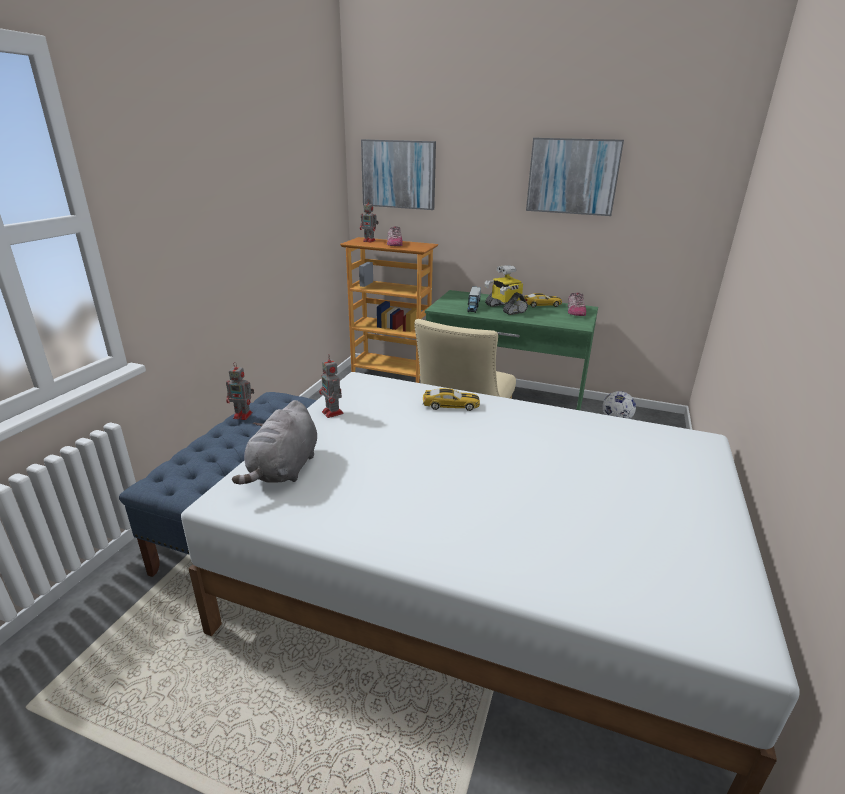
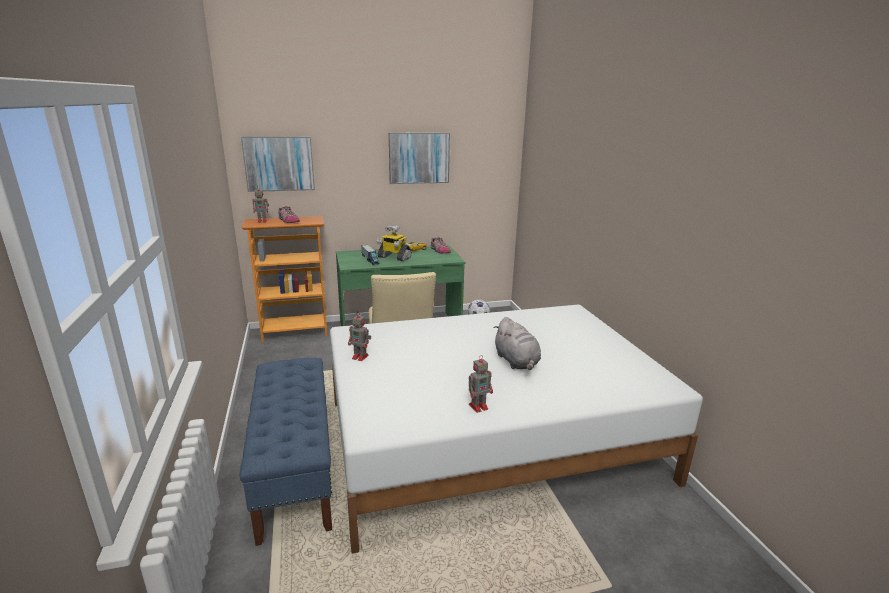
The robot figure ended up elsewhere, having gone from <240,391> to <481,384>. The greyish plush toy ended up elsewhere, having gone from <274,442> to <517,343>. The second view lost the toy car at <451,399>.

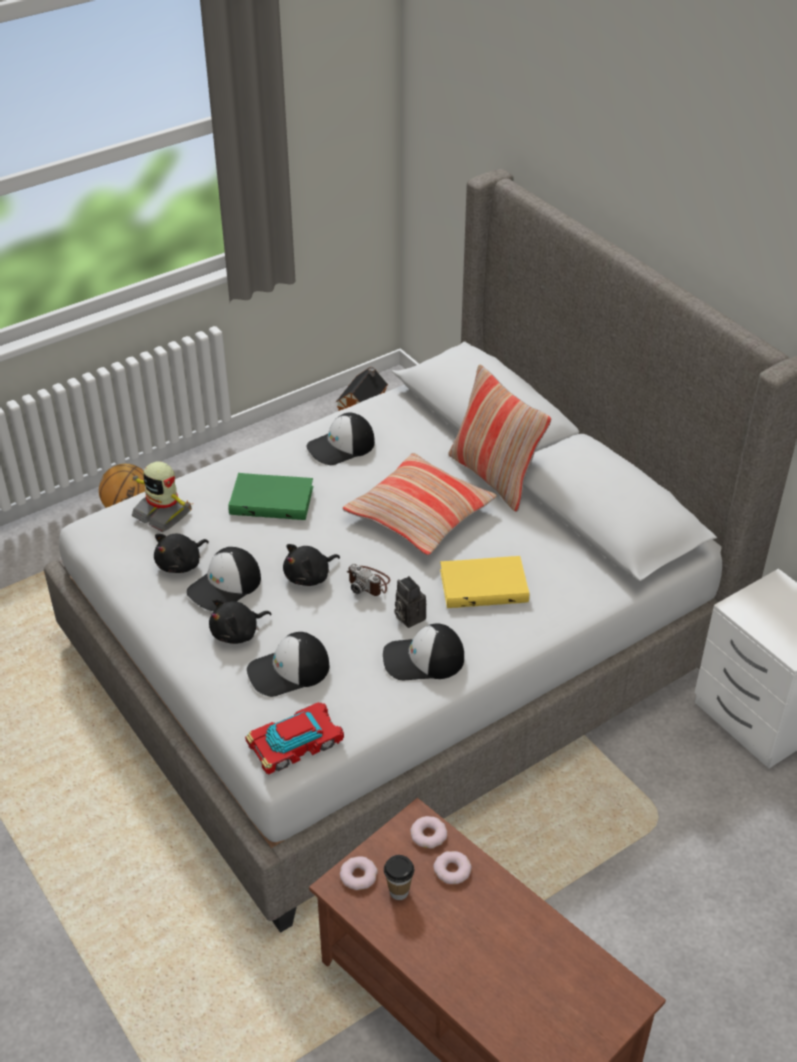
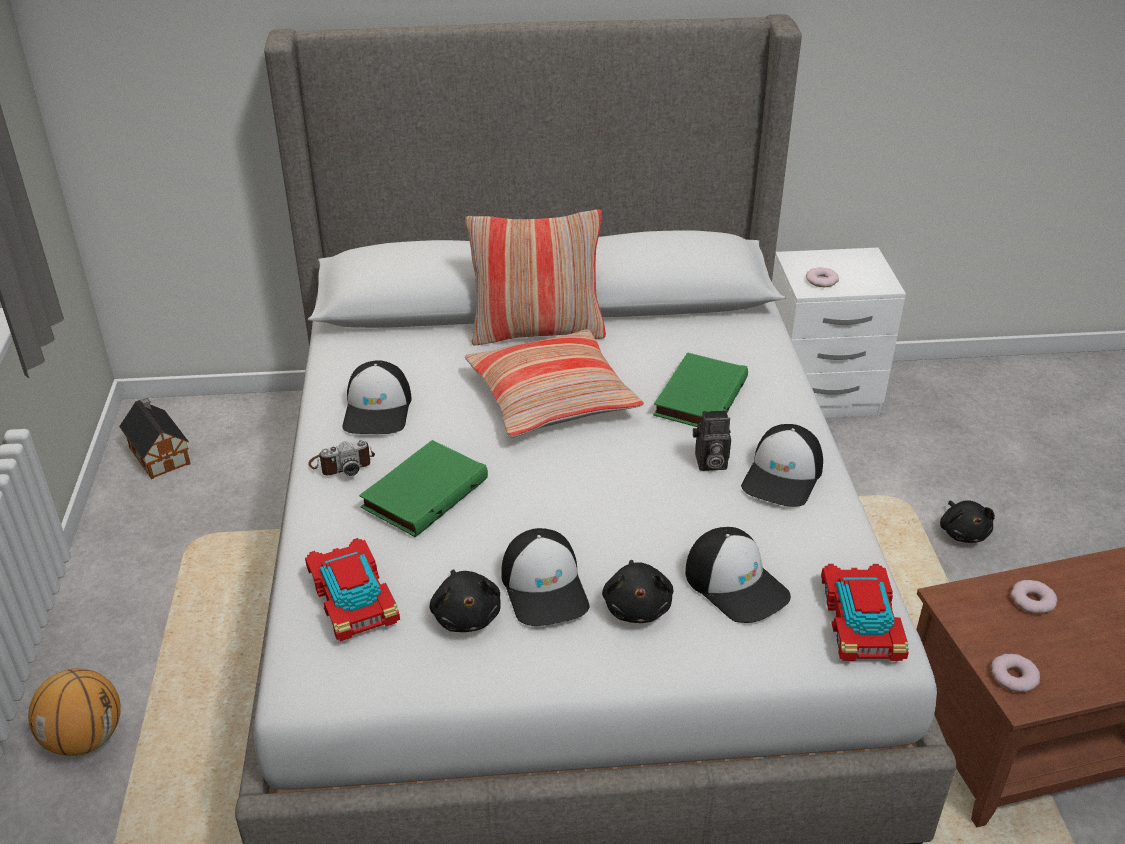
Where the robot figure stood at <162,496>, the toy car came to stand at <352,589>. The photo camera ended up elsewhere, having gone from <368,580> to <341,458>. What was the yellow bound book at <484,582> turned into the greenish bound book at <700,389>. The peaked cap at <288,664> ended up facing another way, 45 degrees counterclockwise from before. The ring doughnut ended up elsewhere, having gone from <428,832> to <822,277>. The black-coloured plush toy ended up elsewhere, having gone from <311,565> to <967,521>. The second view lost the drinking cup at <399,877>.

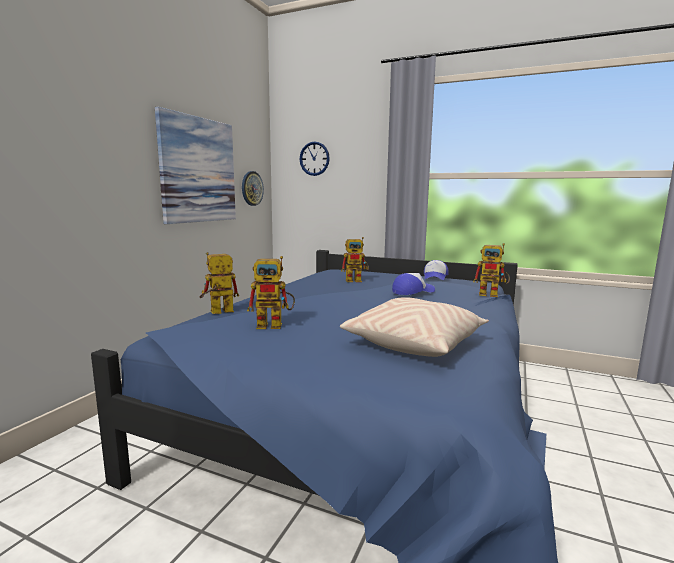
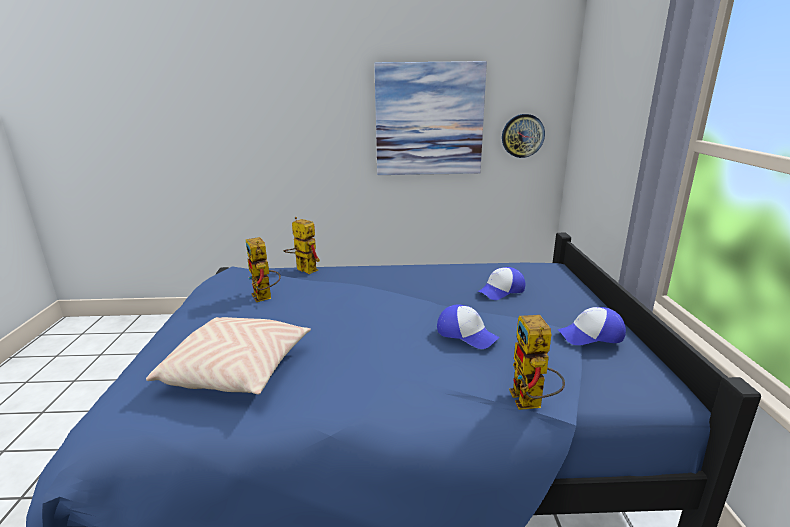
Where the robot figure stood at <355,259>, the peaked cap came to stand at <501,283>. The second view lost the hanging clock at <315,158>.

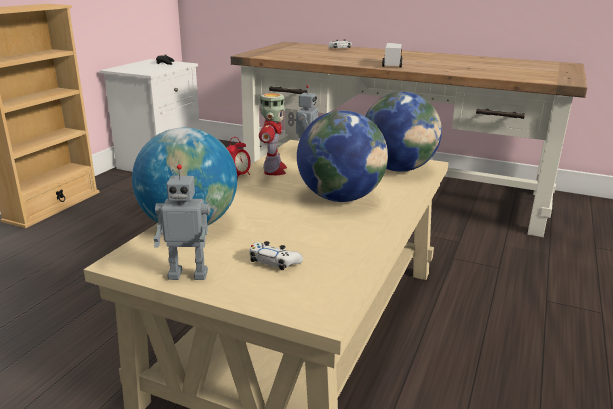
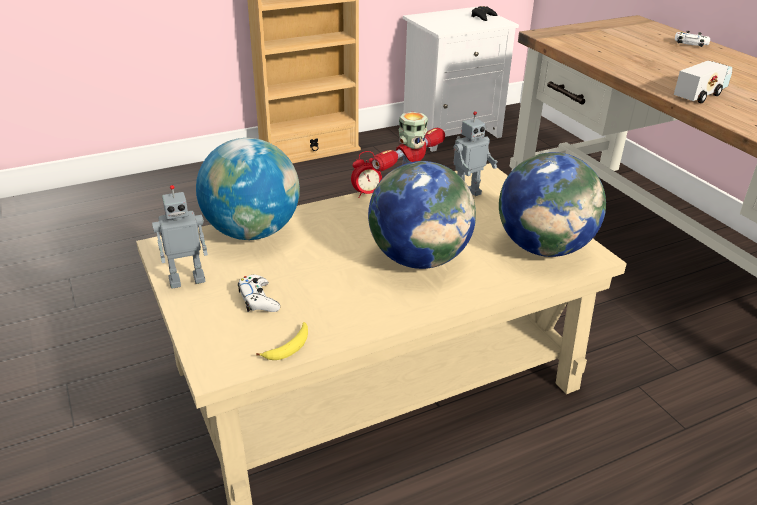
The robot figure at <181,222> ended up facing another way, 60 degrees counterclockwise from before. The second view gained the banana fruit at <282,341>.

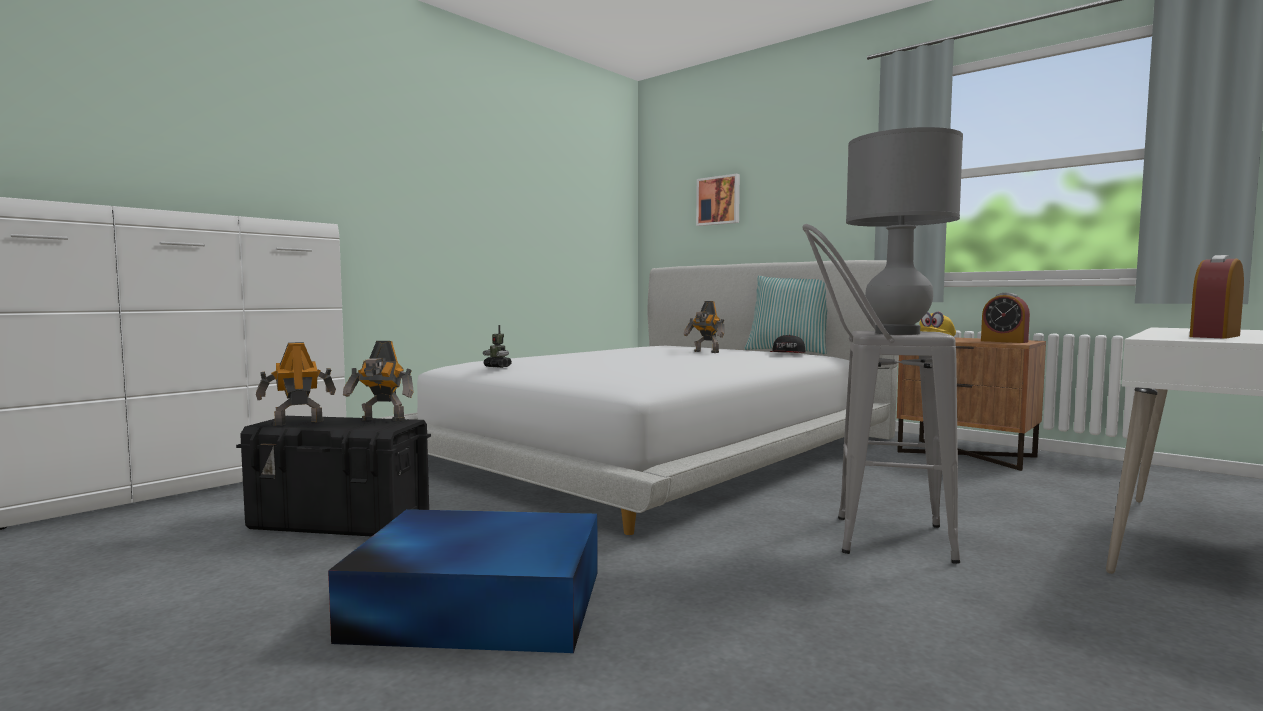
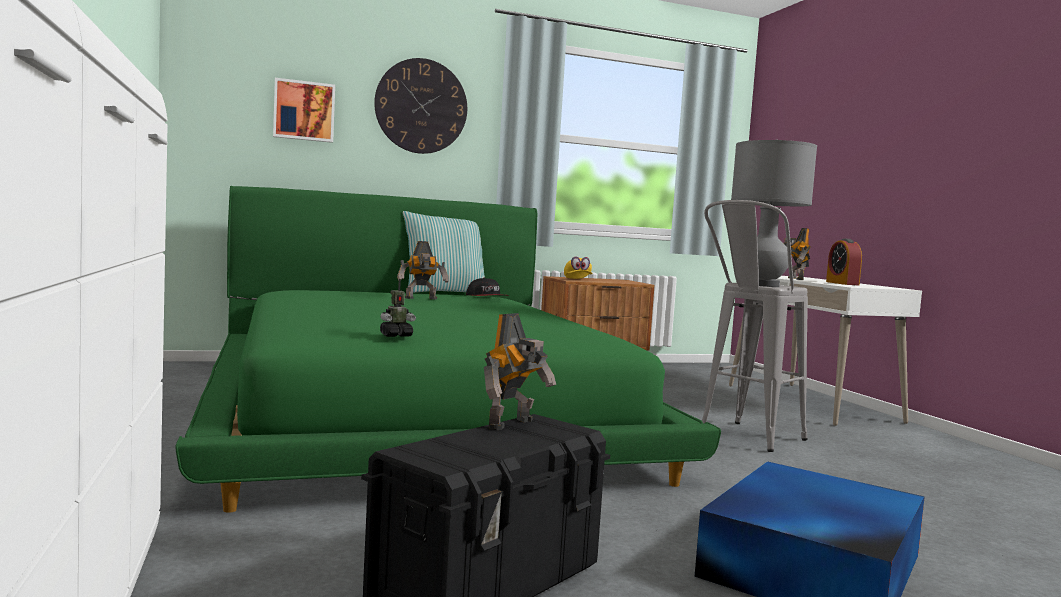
What was the white-coloured bedroom bed at <639,397> turned into the greenish bedroom bed at <448,349>. The second view gained the hanging clock at <420,106>. The robot figure ended up elsewhere, having gone from <296,384> to <797,254>. The second view lost the bedside clock at <1005,318>.

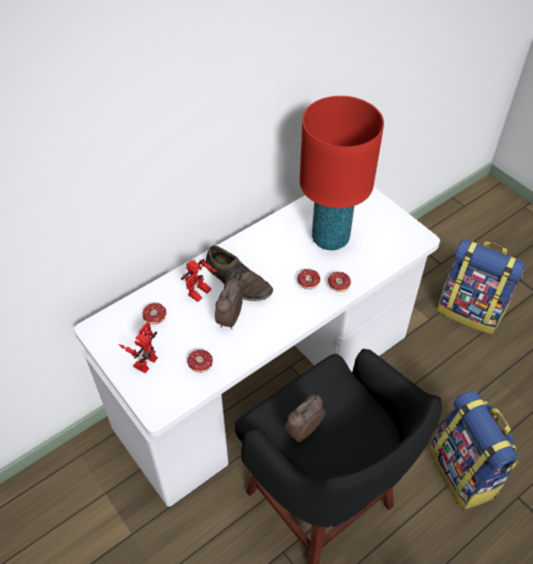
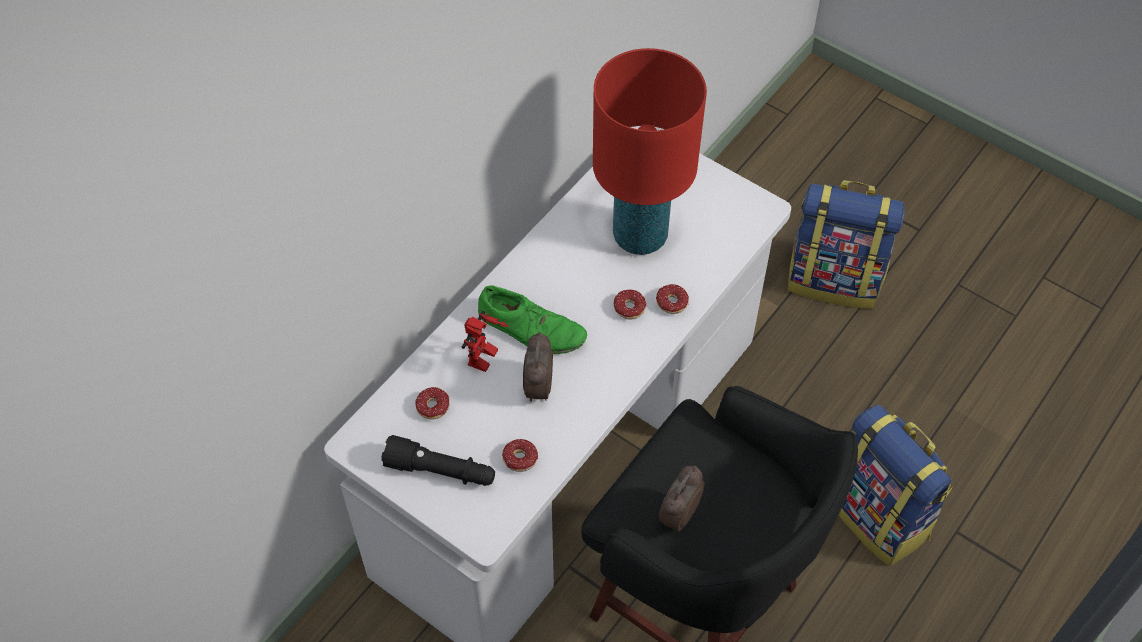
Where the robot figure stood at <138,347>, the black-coloured torch came to stand at <438,460>. What was the brown-coloured low shoe at <239,273> turned into the greenish low shoe at <532,319>.

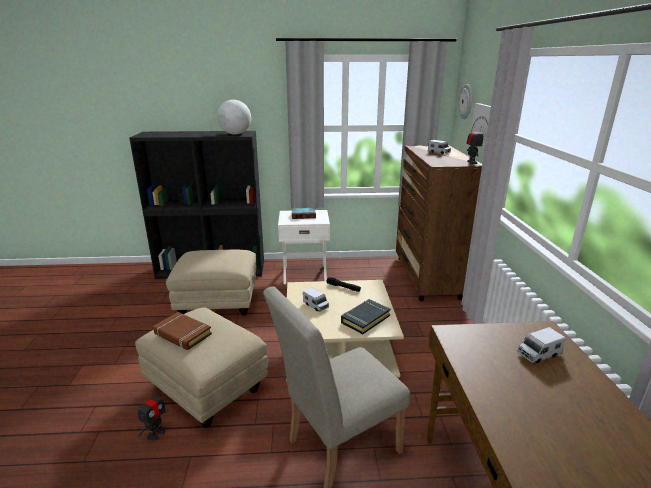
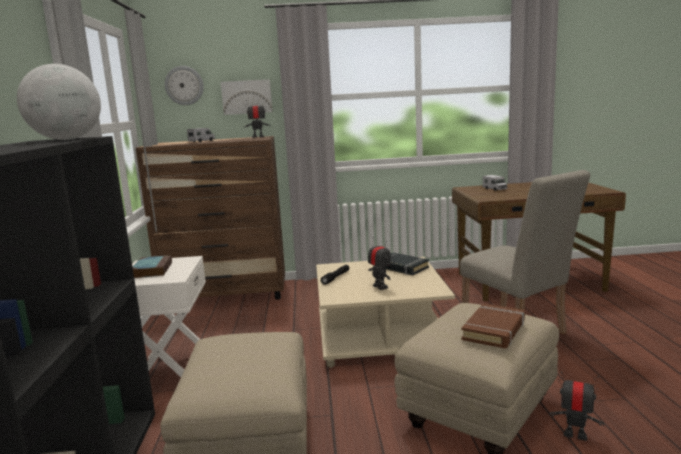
Where the toy lorry stood at <316,299>, the robot figure came to stand at <379,263>.

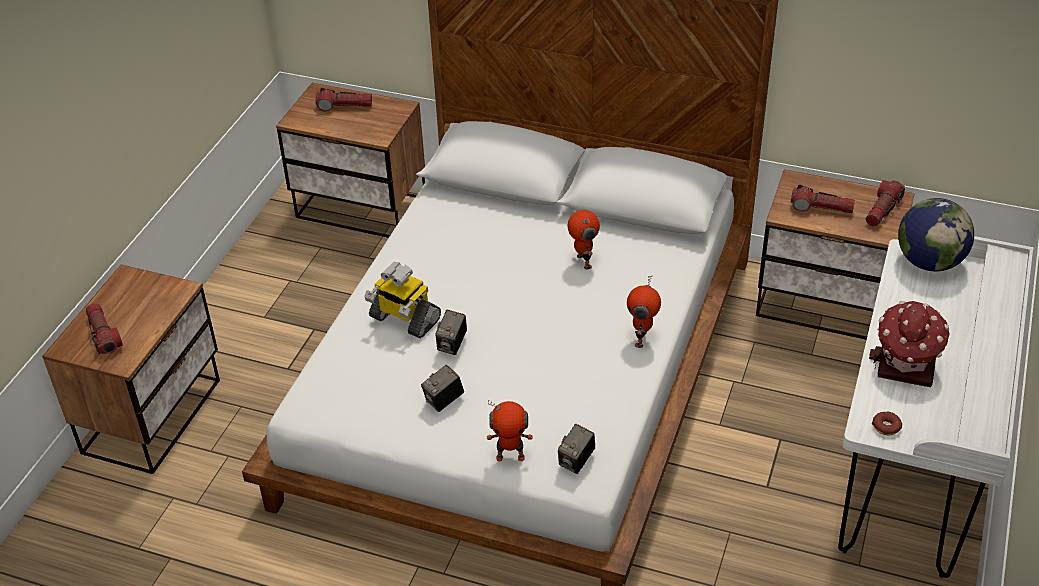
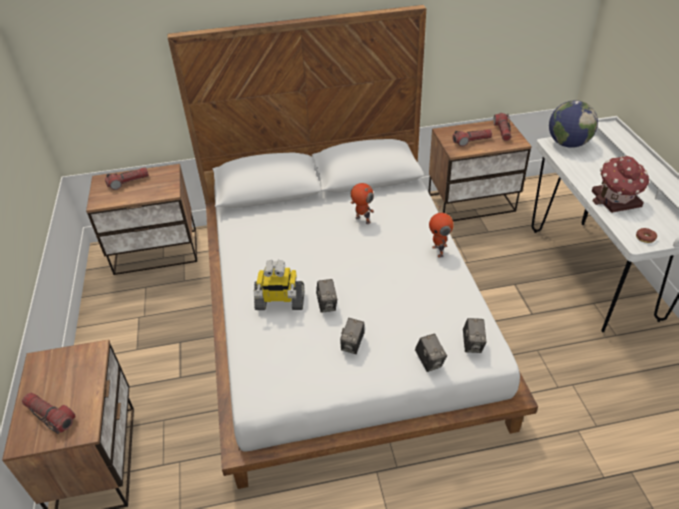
Where the robot figure stood at <510,430>, the photo camera came to stand at <431,353>.

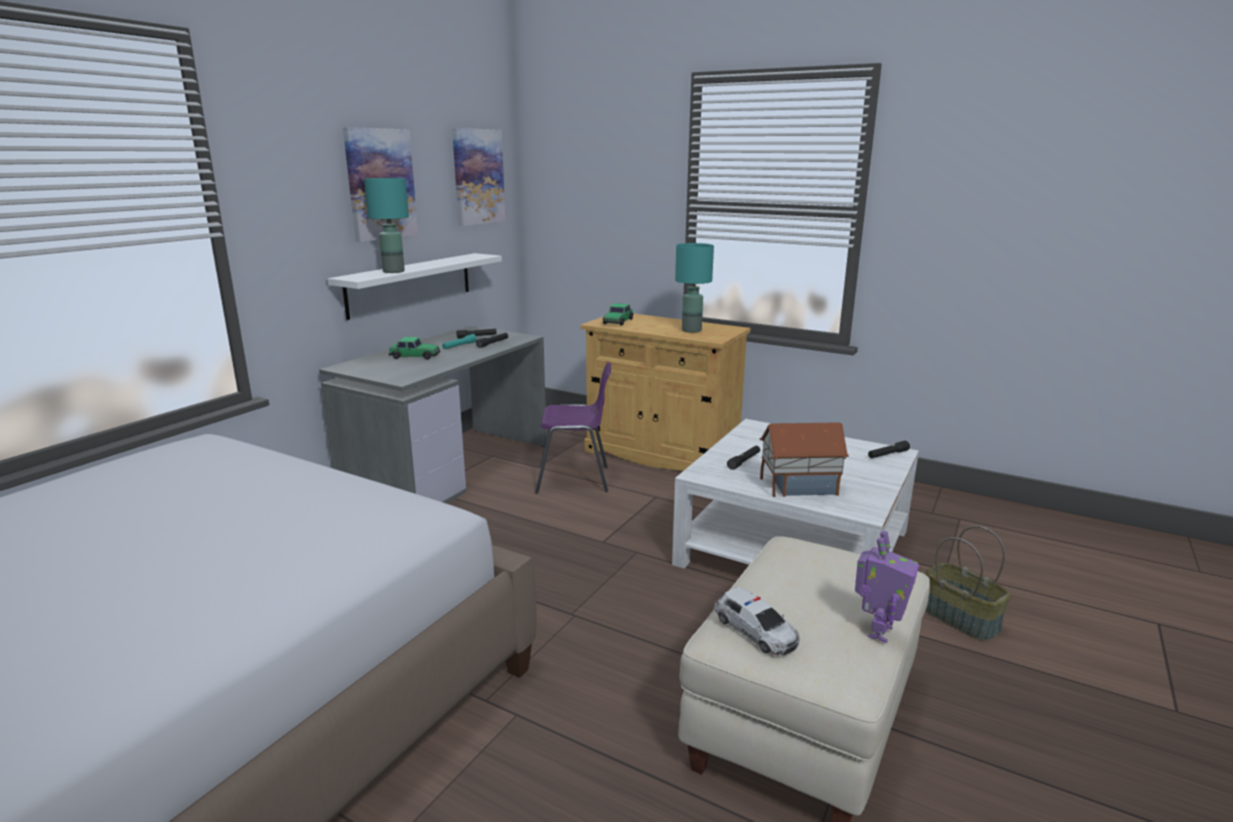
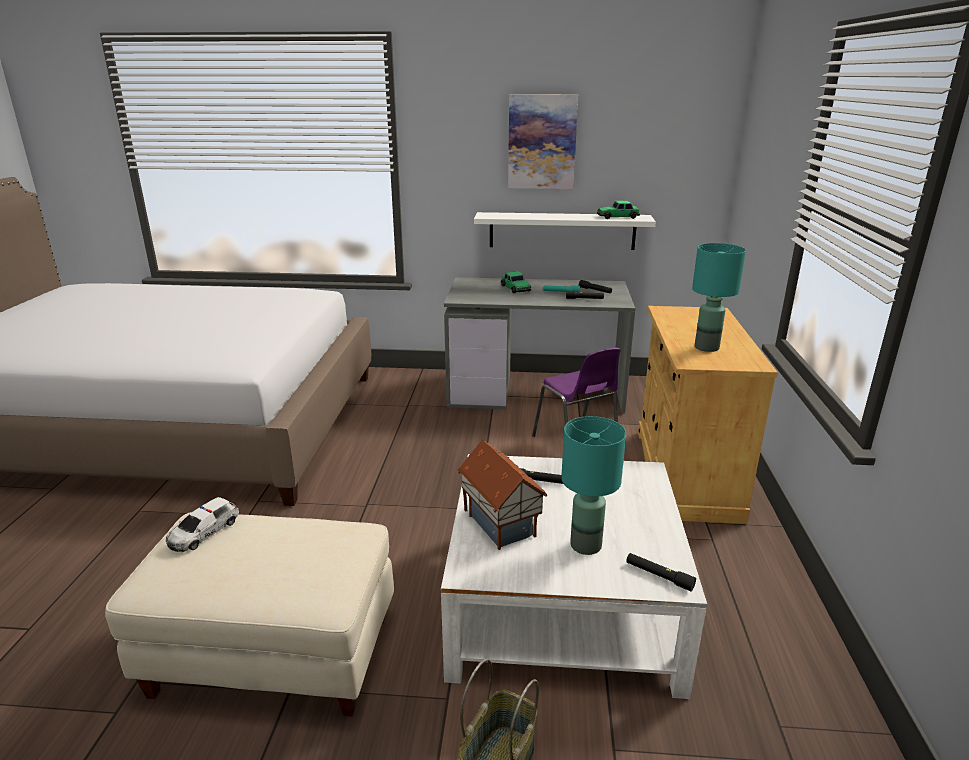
The turquoise-coloured tabletop lamp ended up elsewhere, having gone from <386,225> to <593,485>. The toy car ended up elsewhere, having gone from <617,314> to <618,210>. The second view lost the wall picture at <479,177>. The second view lost the robot figure at <887,587>.

